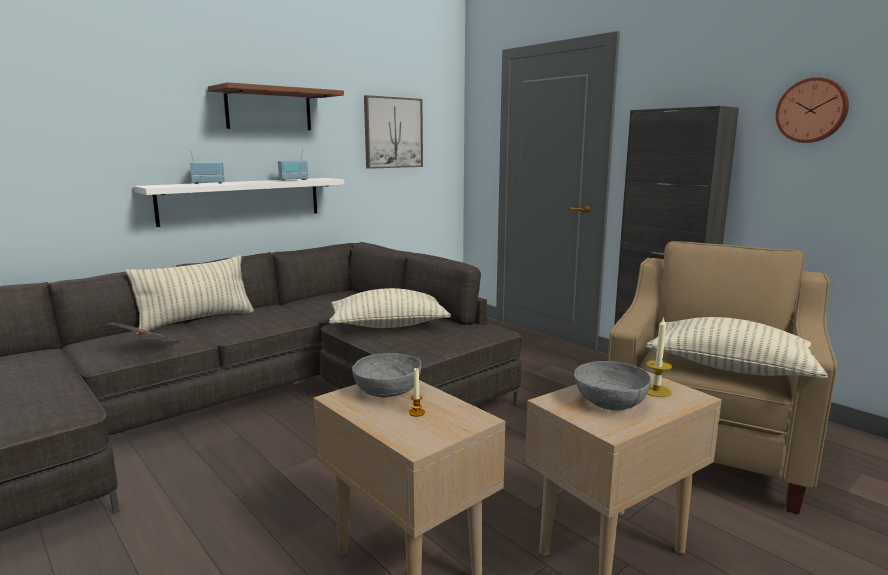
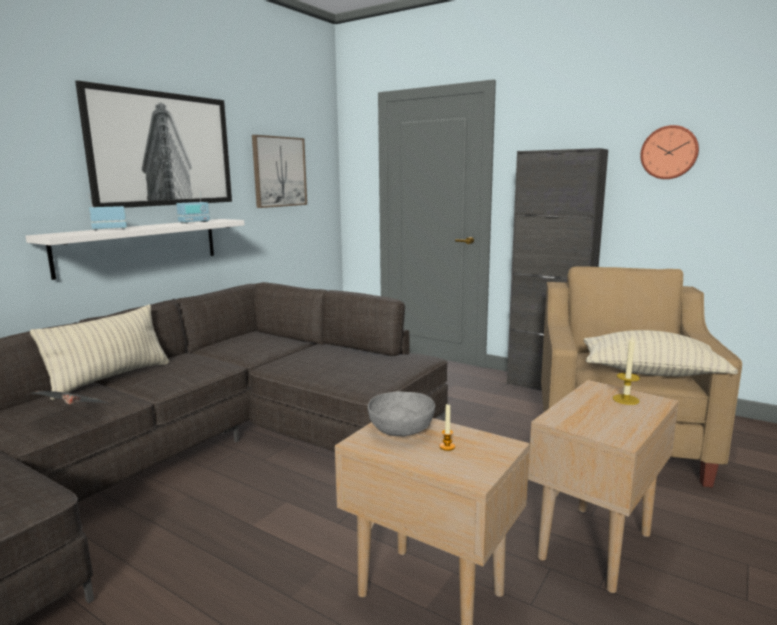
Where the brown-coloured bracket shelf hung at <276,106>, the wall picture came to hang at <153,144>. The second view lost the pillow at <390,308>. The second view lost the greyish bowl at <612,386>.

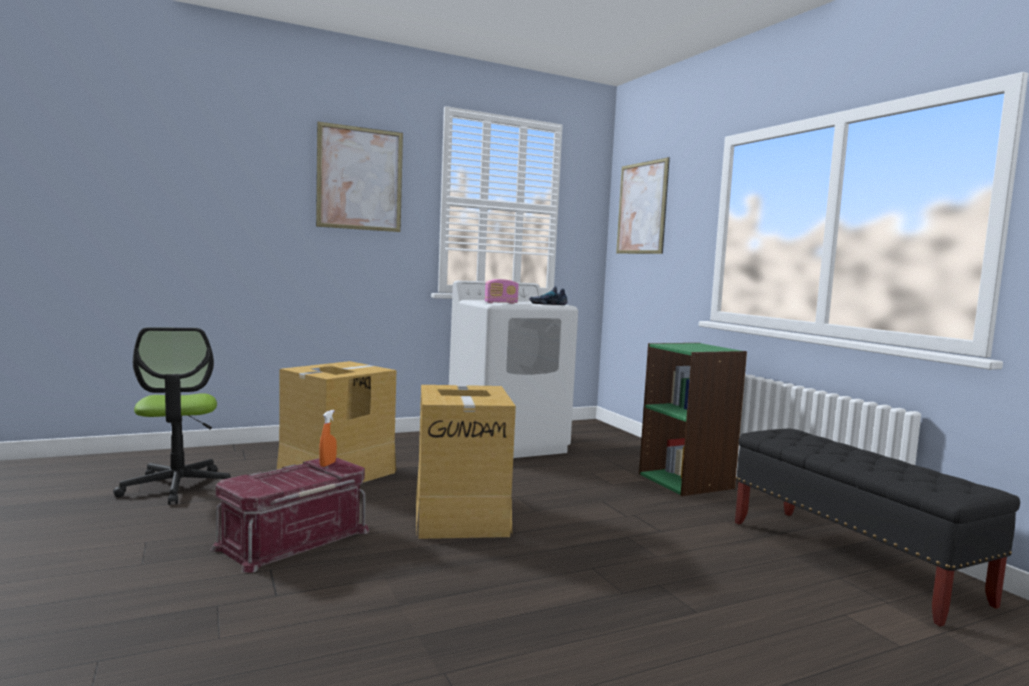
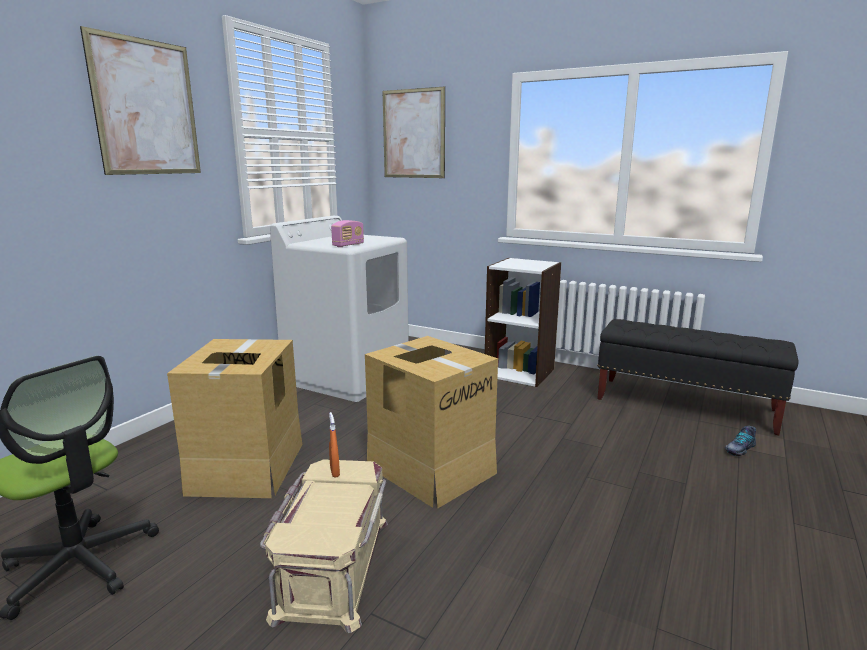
What was the red-coloured storage bin at <289,515> turned into the beige-coloured storage bin at <324,546>. What was the greenish bookcase at <693,419> turned into the white-coloured bookcase at <523,322>. The low shoe ended up elsewhere, having gone from <548,295> to <740,441>.

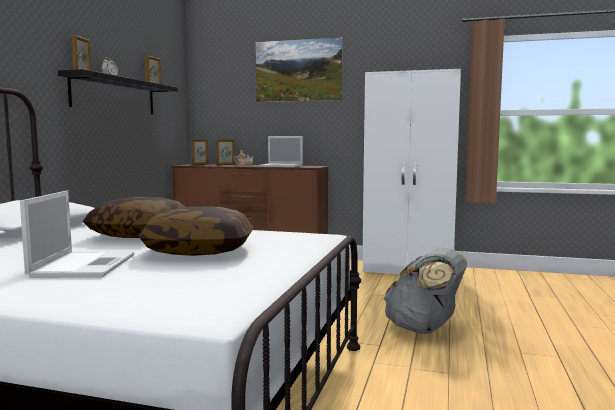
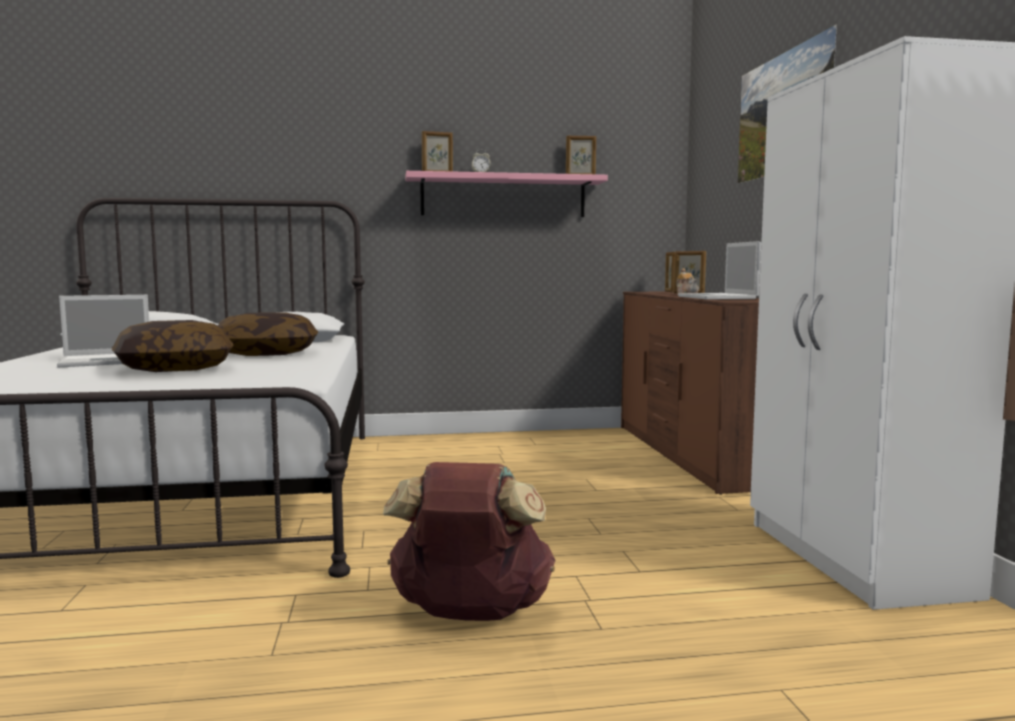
What was the greyish rucksack at <425,291> turned into the brown-coloured rucksack at <469,541>. What was the black-coloured bracket shelf at <118,91> turned into the pink bracket shelf at <506,194>.

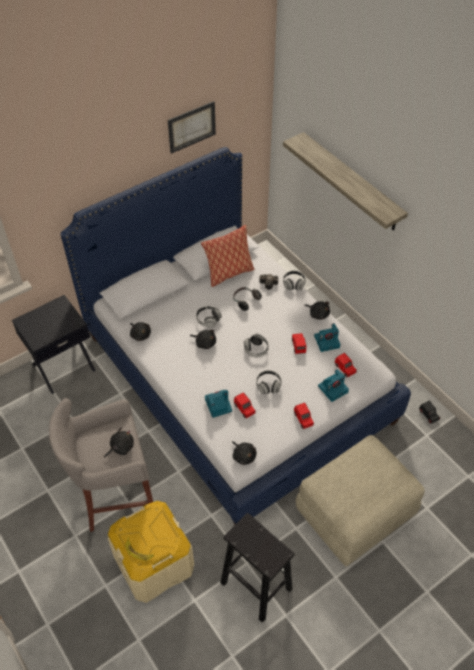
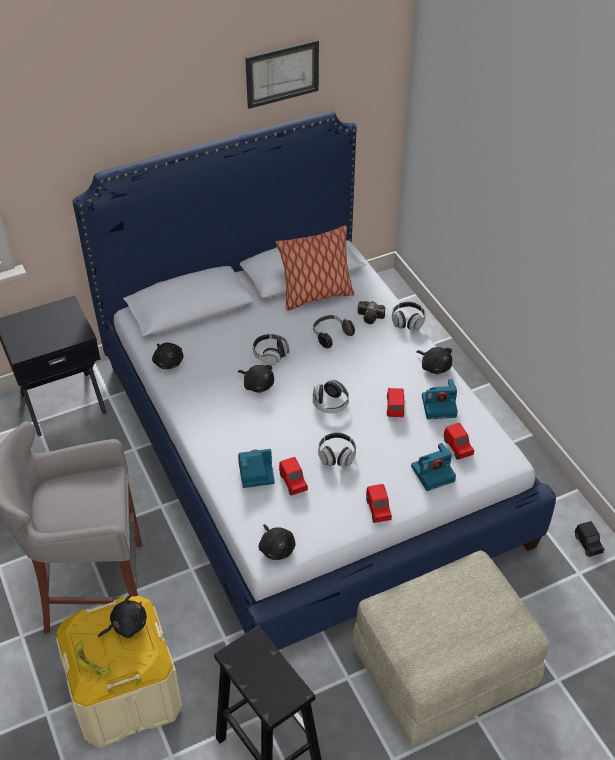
The black-coloured plush toy ended up elsewhere, having gone from <119,442> to <122,616>. The second view lost the bracket shelf at <345,181>.

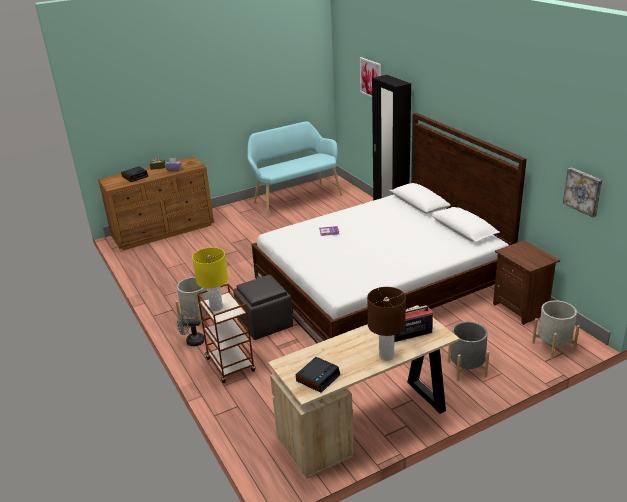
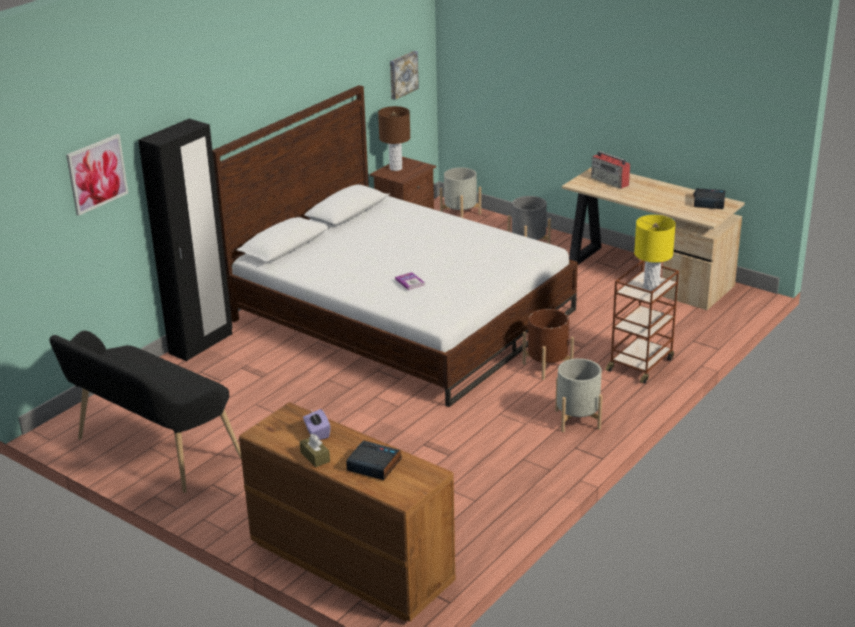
What was the turquoise-coloured bench at <294,169> turned into the black-coloured bench at <145,412>. The brown-coloured tabletop lamp ended up elsewhere, having gone from <386,324> to <394,138>. Where the greyish pouffe stood at <263,307>, the brown-coloured flower pot came to stand at <548,344>. The second view lost the greyish cooling fan at <191,328>.

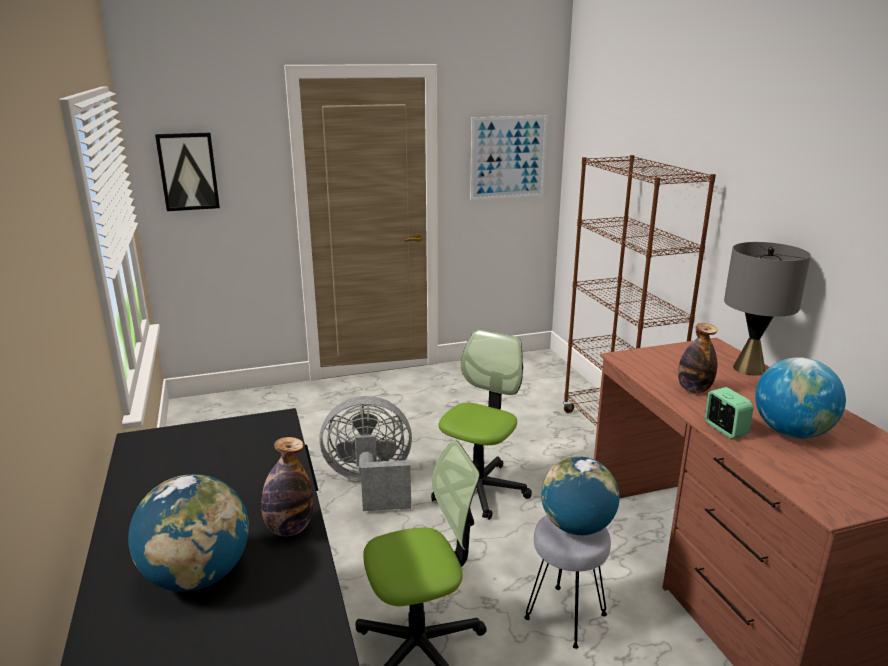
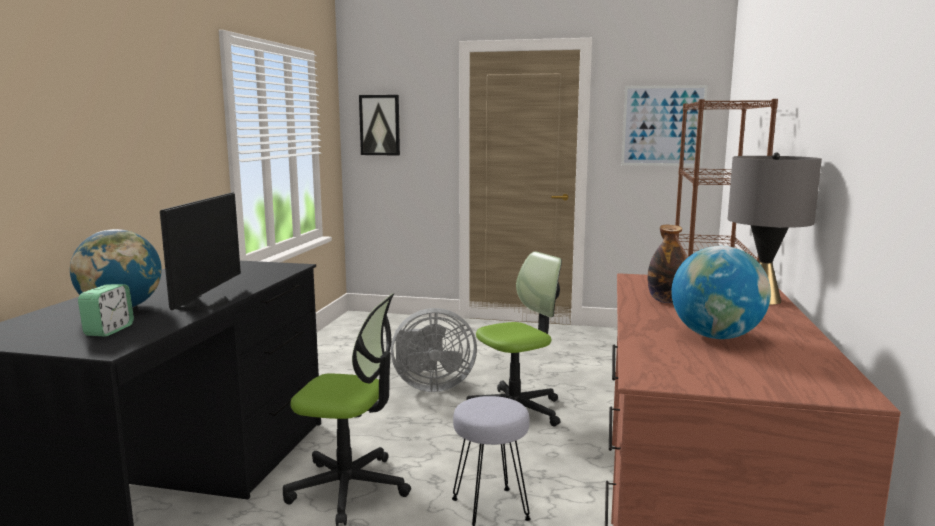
The bedside clock ended up elsewhere, having gone from <729,413> to <106,310>. Where the beverage bottle stood at <287,486>, the computer screen came to stand at <200,251>. The greyish cooling fan at <365,453> ended up facing another way, 150 degrees clockwise from before. The second view lost the world globe at <580,495>.

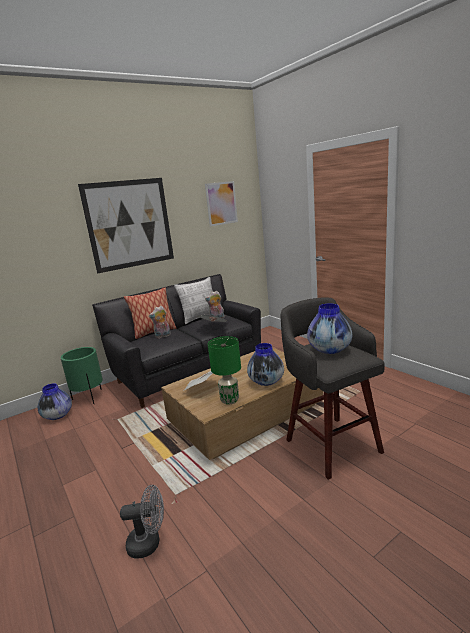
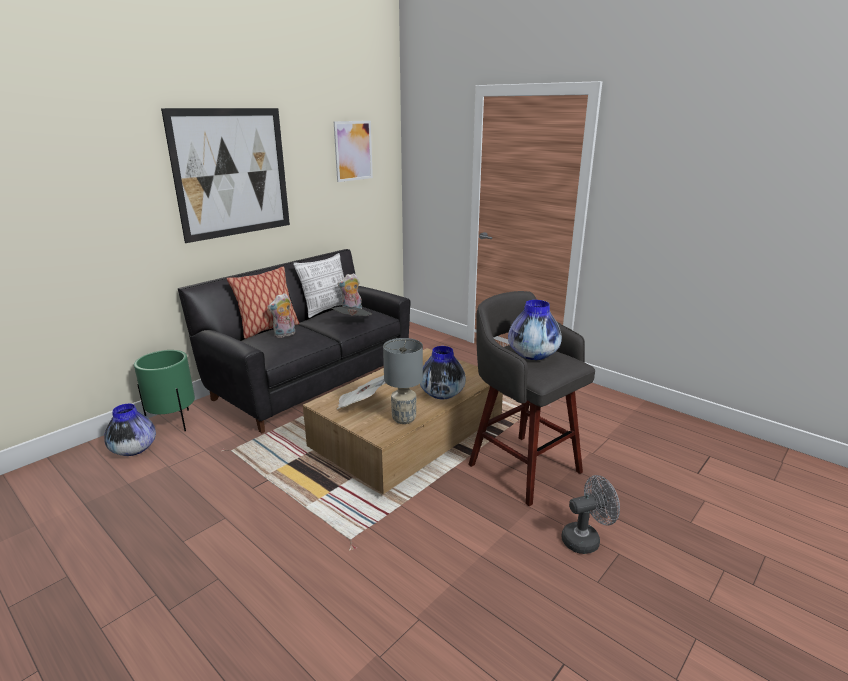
What was the greenish tabletop lamp at <224,370> turned into the greyish tabletop lamp at <403,381>. The greyish cooling fan ended up elsewhere, having gone from <142,521> to <590,514>.

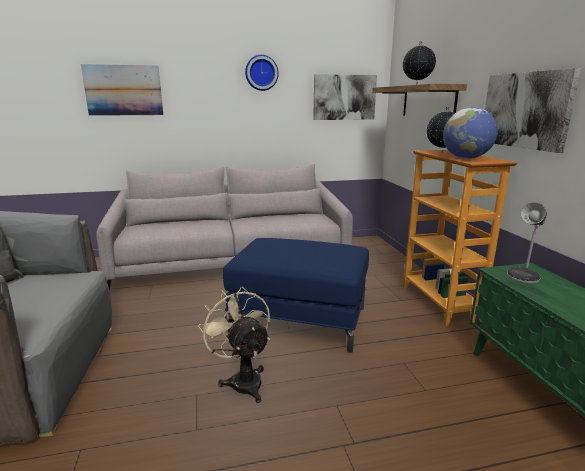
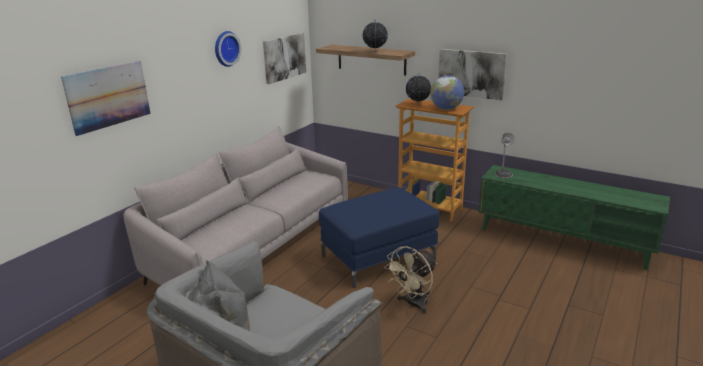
The beige-coloured cooling fan at <234,345> ended up facing another way, 60 degrees counterclockwise from before.

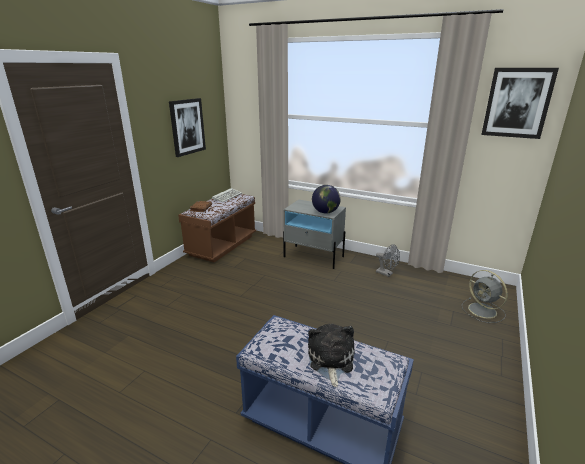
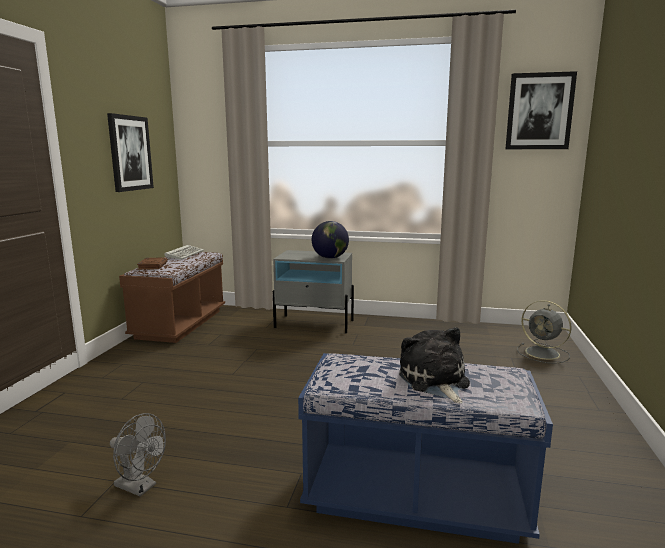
The greyish cooling fan ended up elsewhere, having gone from <388,260> to <138,454>.

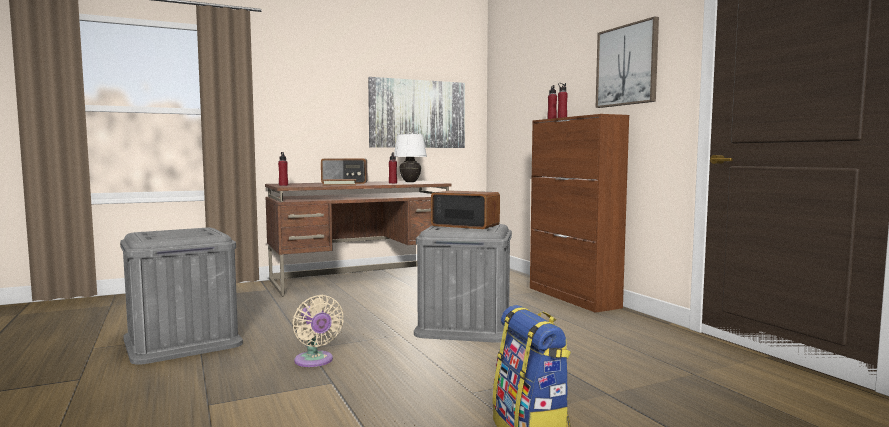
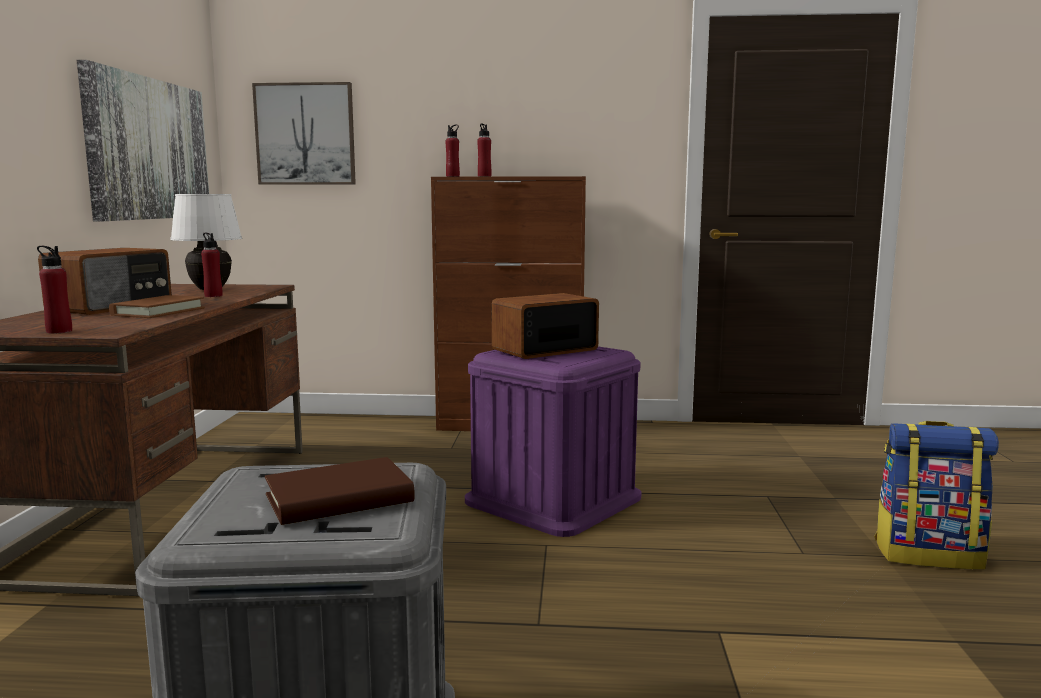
The wall picture ended up elsewhere, having gone from <627,62> to <304,133>. The second view gained the brown-coloured bound book at <340,491>. What was the greyish storage bin at <463,283> turned into the purple storage bin at <553,441>. The second view lost the beige-coloured cooling fan at <318,331>.

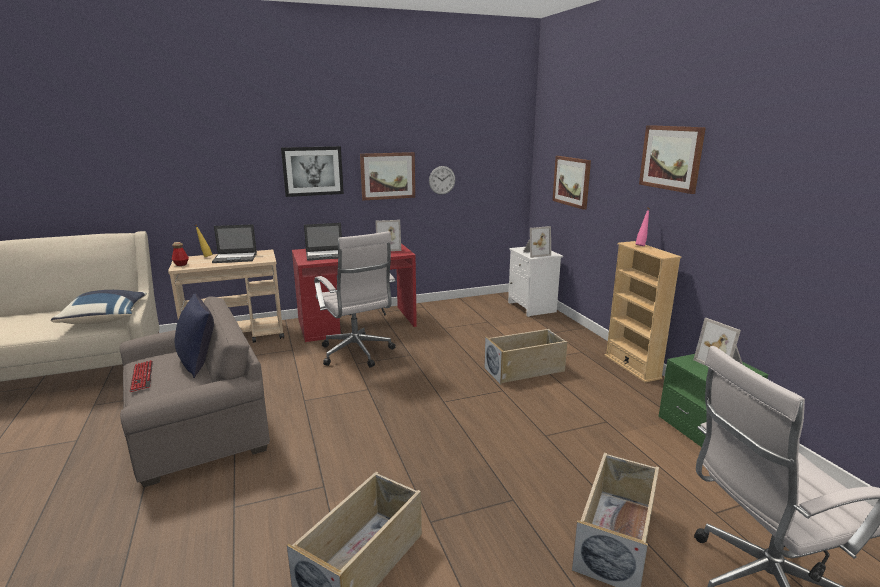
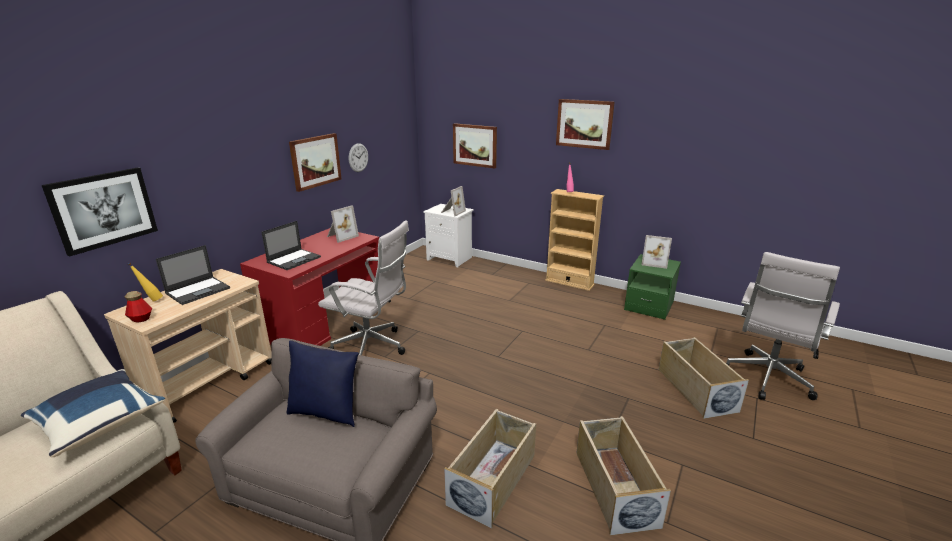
The wall picture ended up elsewhere, having gone from <312,171> to <100,212>. The beige-coloured storage bin ended up elsewhere, having gone from <525,357> to <490,469>. The second view lost the computer keyboard at <141,376>.

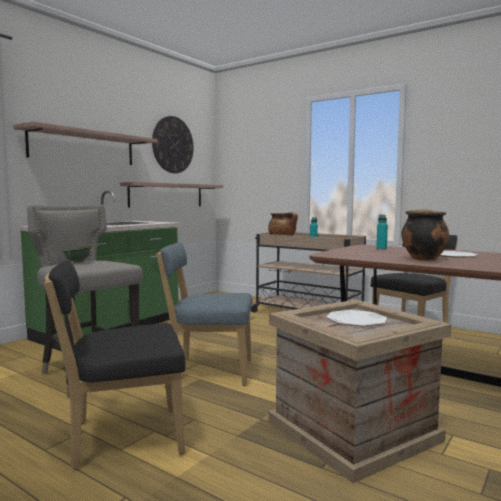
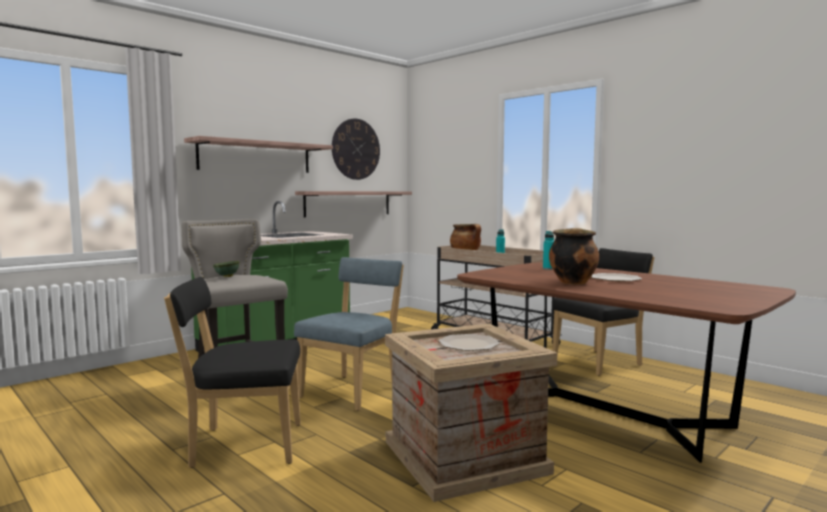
The bluish plain chair at <204,314> ended up facing another way, 105 degrees clockwise from before.

